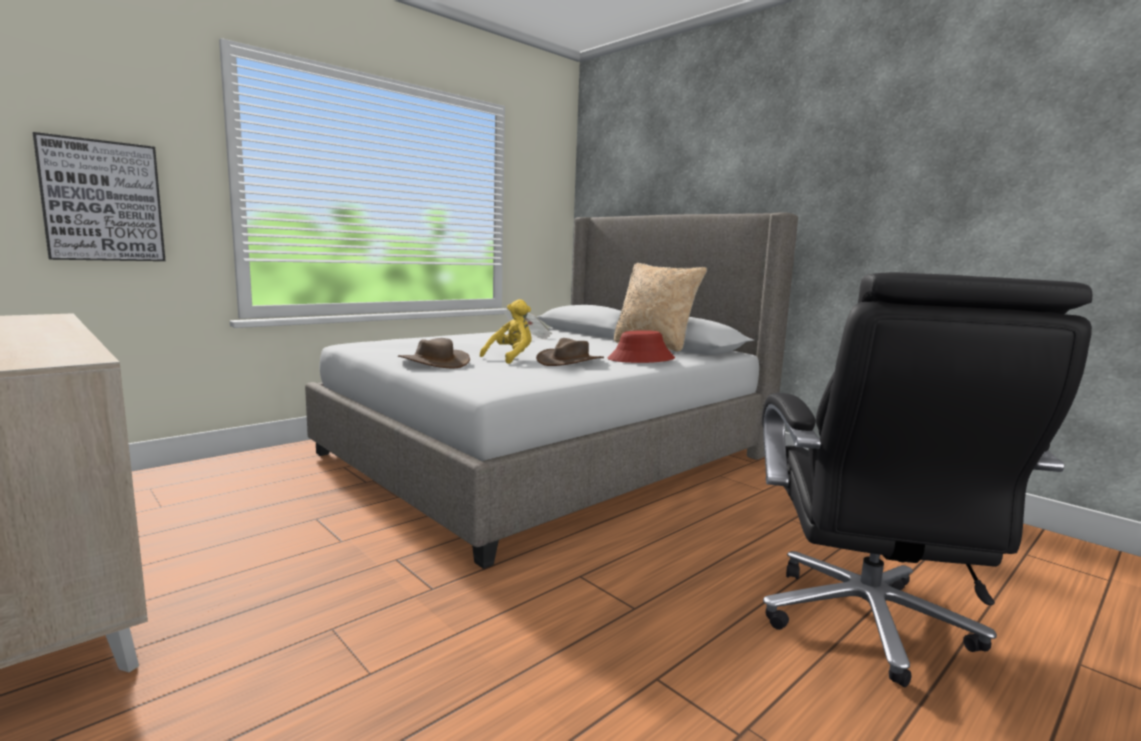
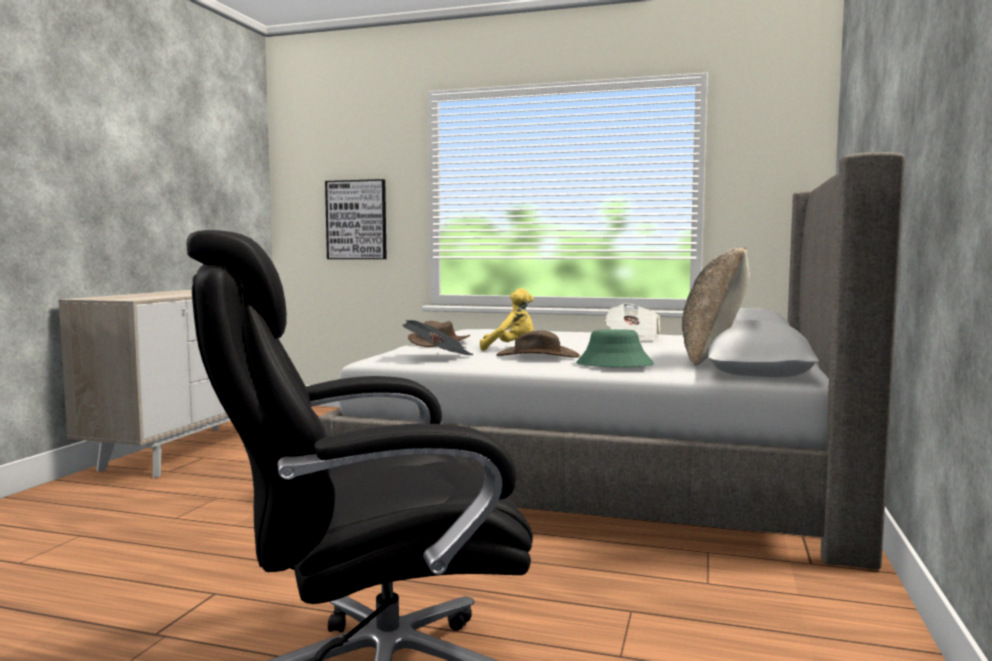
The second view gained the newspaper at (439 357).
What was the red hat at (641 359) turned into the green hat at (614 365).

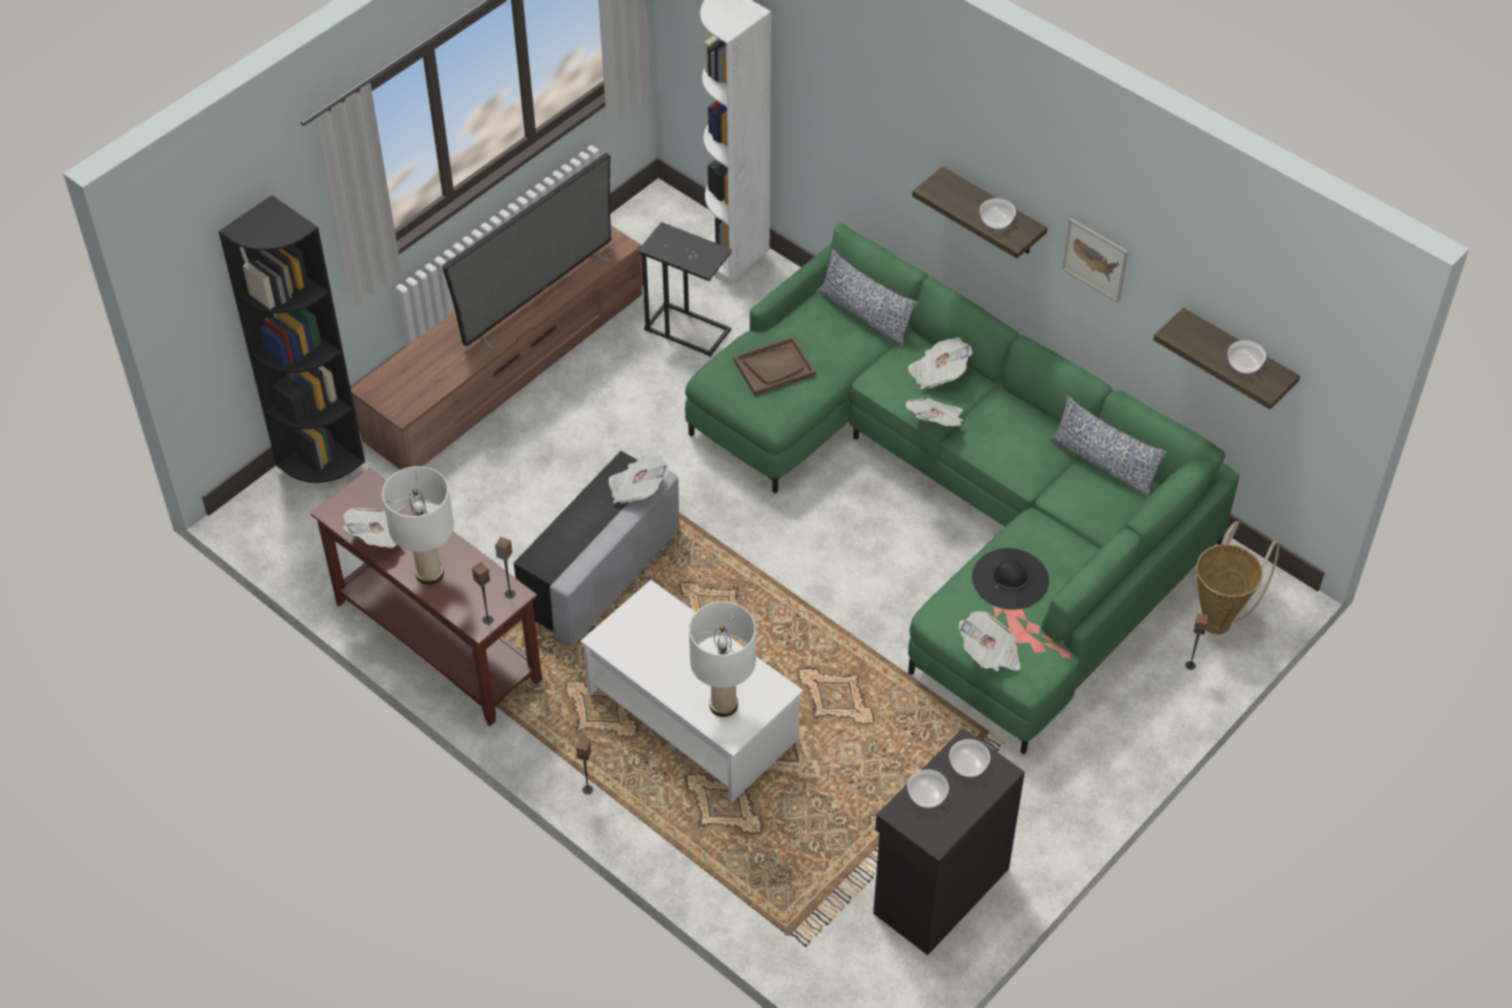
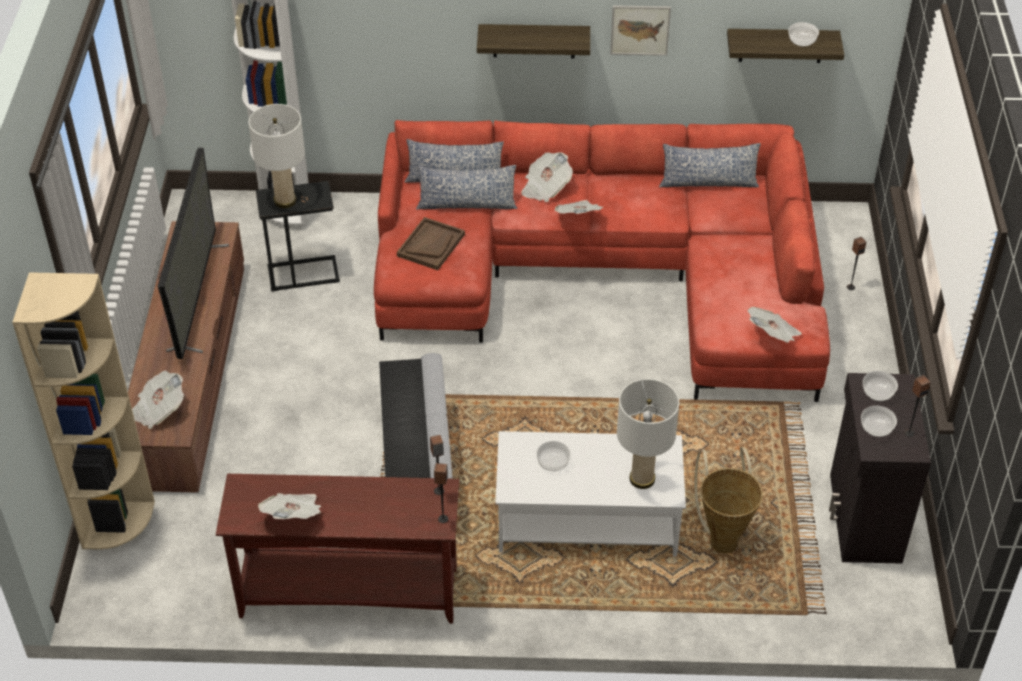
The second view lost the black hat at (1010 579).
The second view gained the pillow at (466 204).
The white table lamp ended up elsewhere, having gone from (429 573) to (285 201).
The speaker ended up elsewhere, having gone from (587 789) to (909 432).
The newspaper ended up elsewhere, having gone from (637 489) to (158 410).
The bowl ended up elsewhere, having gone from (996 221) to (553 462).
The basket ended up elsewhere, having gone from (1220 618) to (722 537).
What was the black bookcase at (322 467) turned into the beige bookcase at (118 528).
What was the green sofa at (962 499) turned into the red sofa at (607 273).

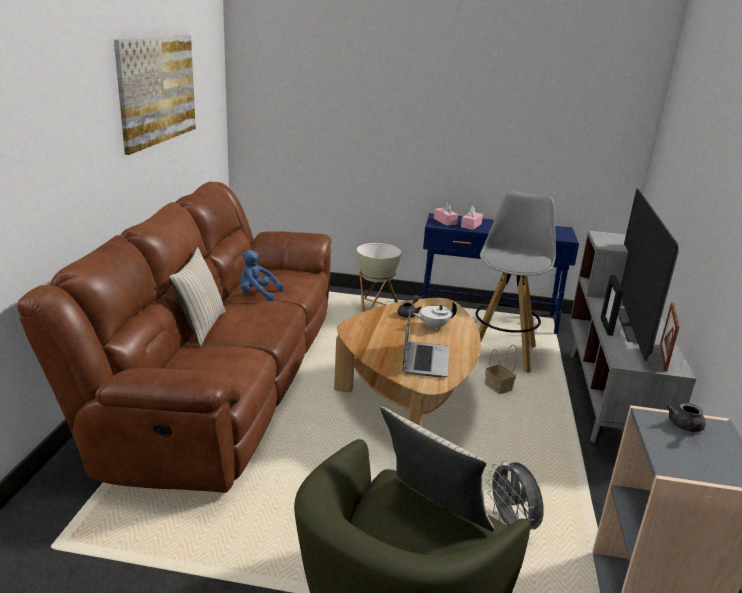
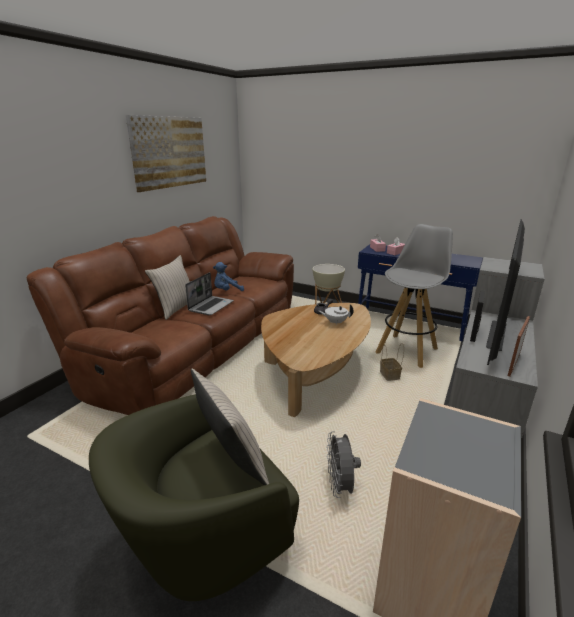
The second view lost the grey teapot at (686 427).
The laptop ended up elsewhere, having gone from (424 360) to (211 306).
The blue plush toy at (257 294) ended up facing another way, 60 degrees counterclockwise from before.

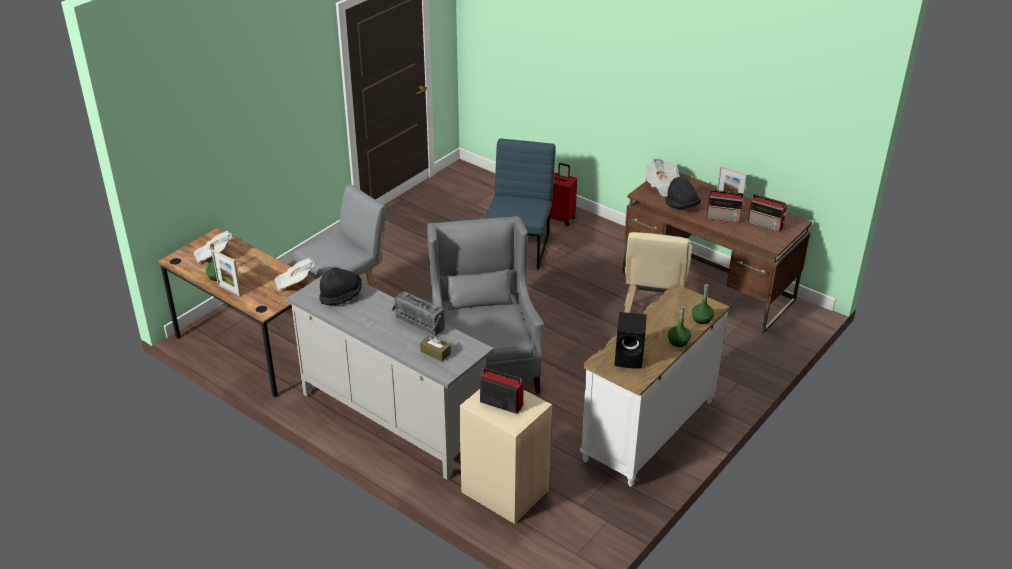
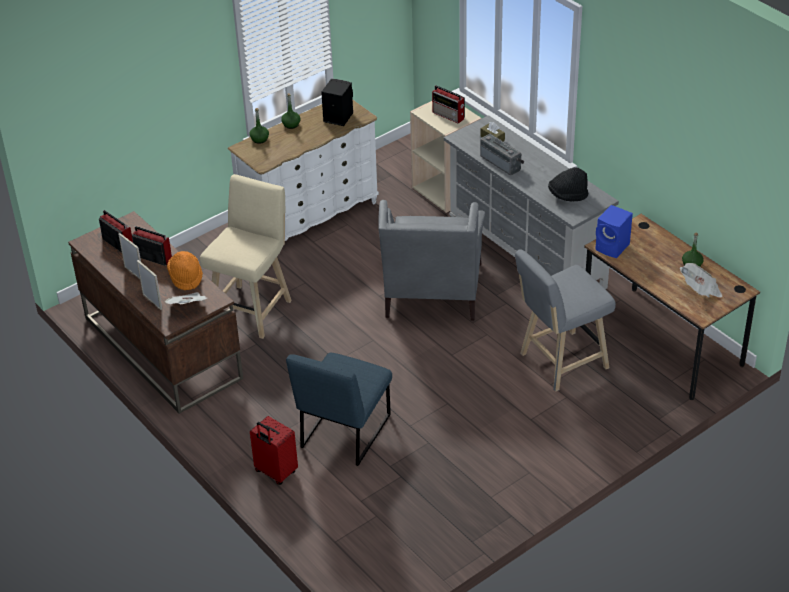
The picture frame ended up elsewhere, having gone from (229 290) to (152 301).
Where the newspaper stood at (294 283), the blue speaker came to stand at (613 247).
What was the black hat at (681 206) turned into the orange hat at (186 277).

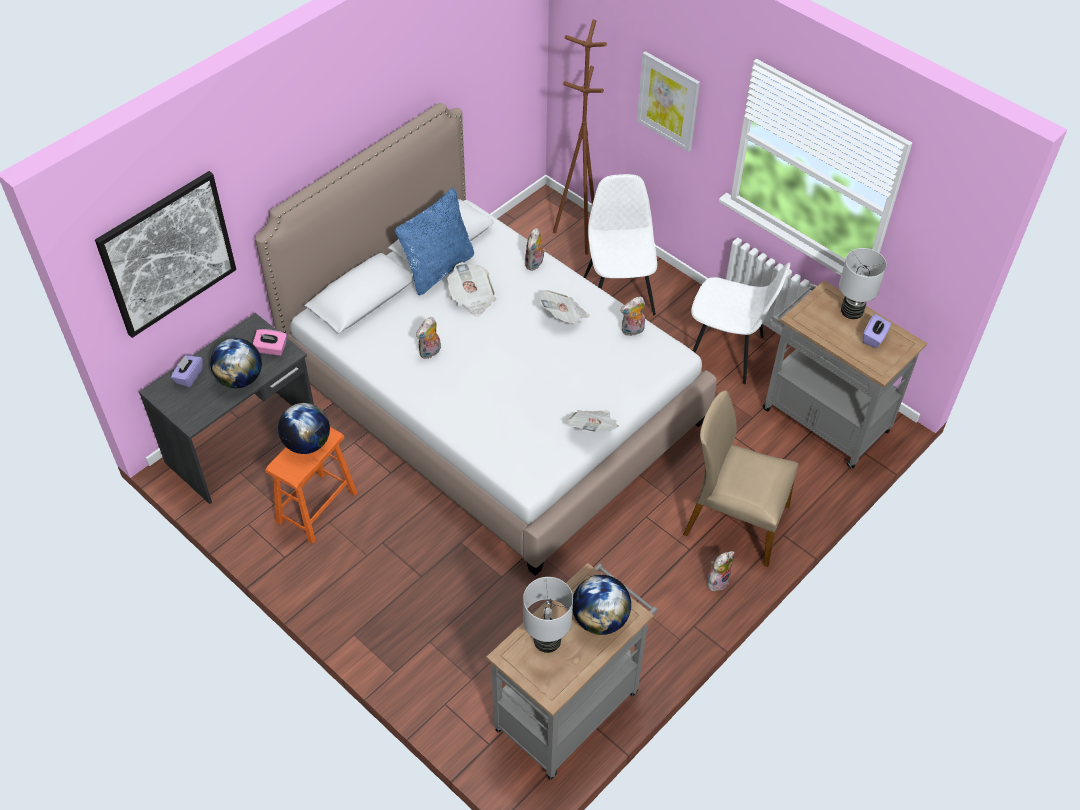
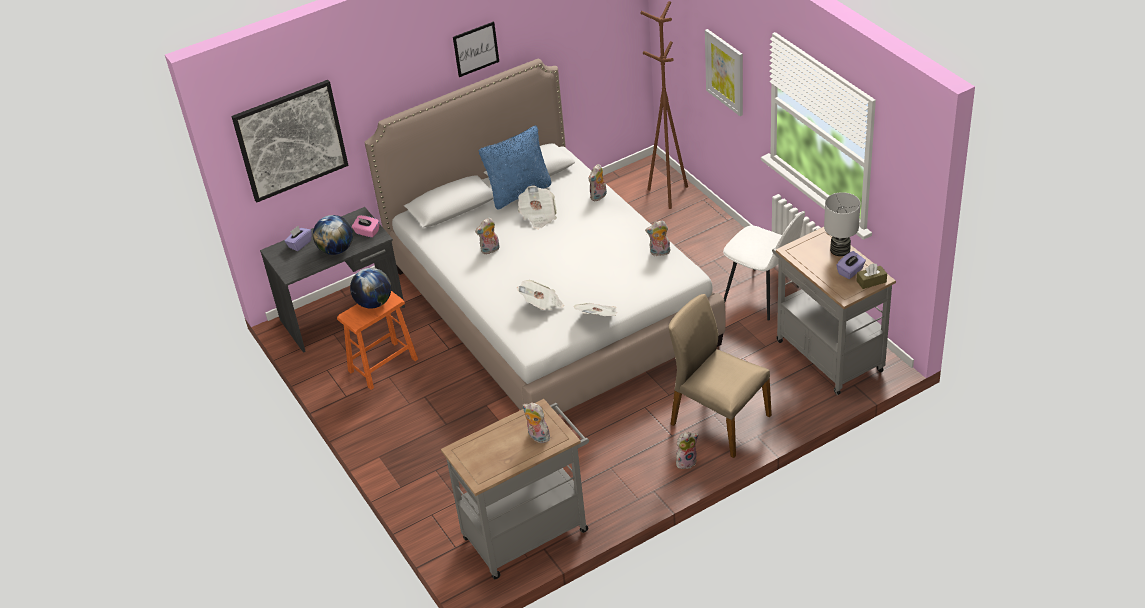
The second view lost the grey table lamp at (547 640).
The second view lost the white chair at (619 294).
The second view gained the picture at (476 49).
The second view gained the brown tissue box at (871 281).
The newspaper ended up elsewhere, having gone from (564 316) to (542 304).
Where the globe stood at (600 619), the plush toy came to stand at (537 437).

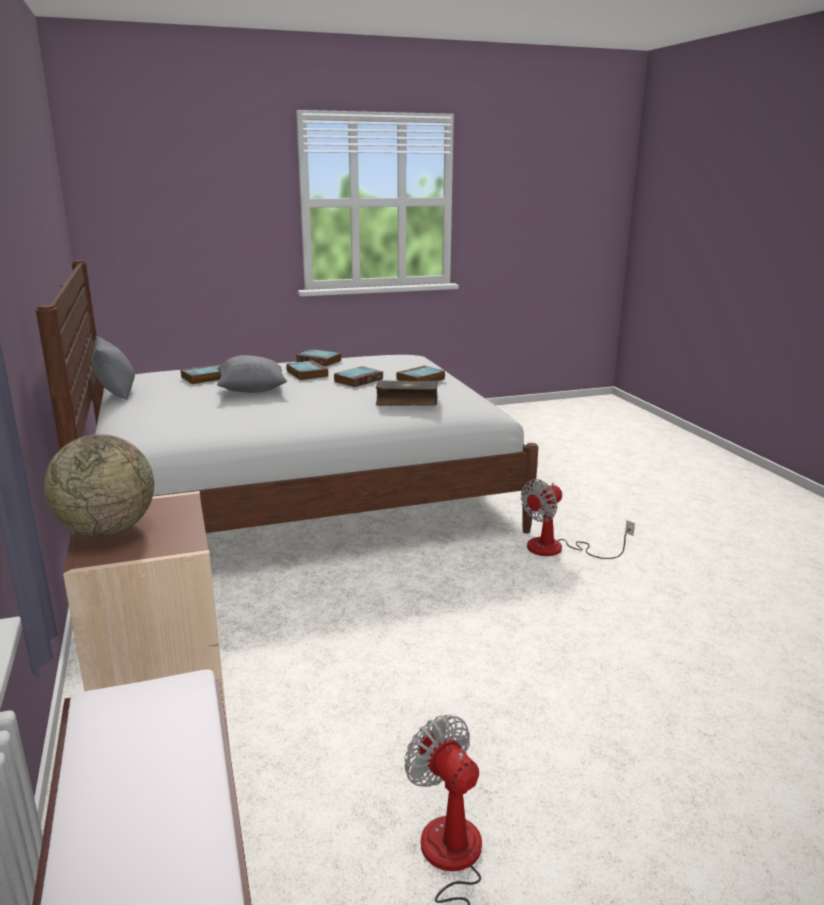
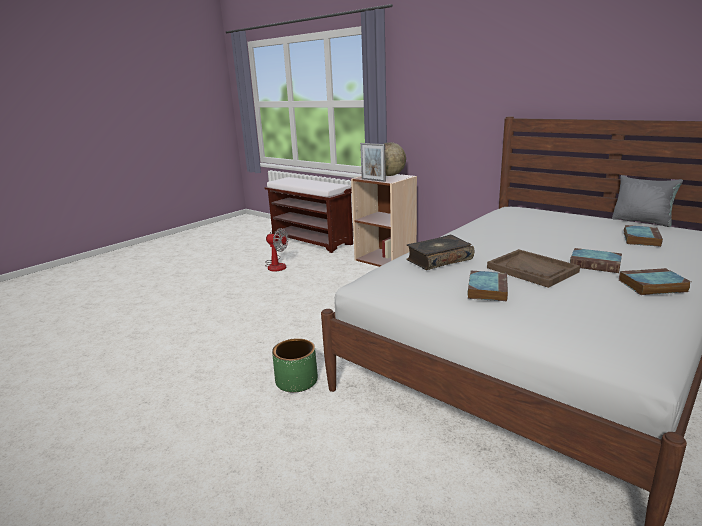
The second view lost the grey pillow at (251 391).
The second view gained the picture frame at (373 180).
Where the book stood at (358 380), the brown tray came to stand at (532 270).
Where the fan stood at (558 549), the green planter came to stand at (296 381).

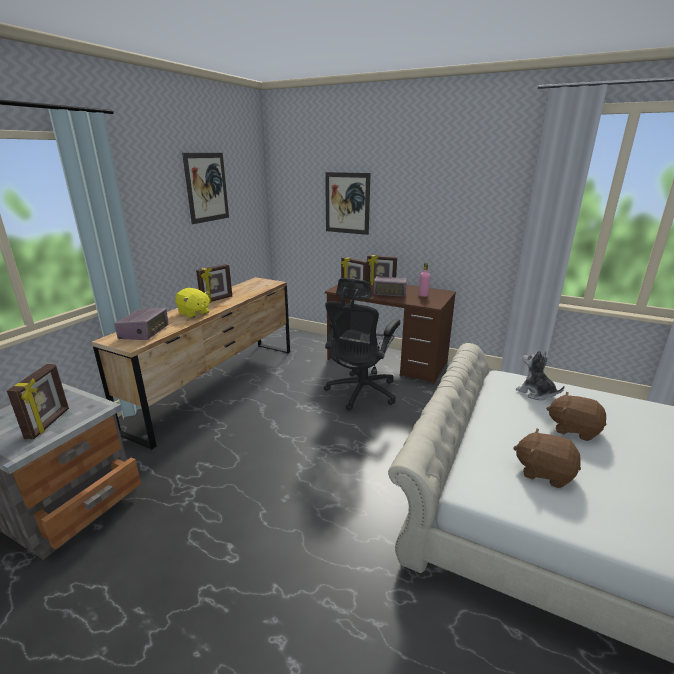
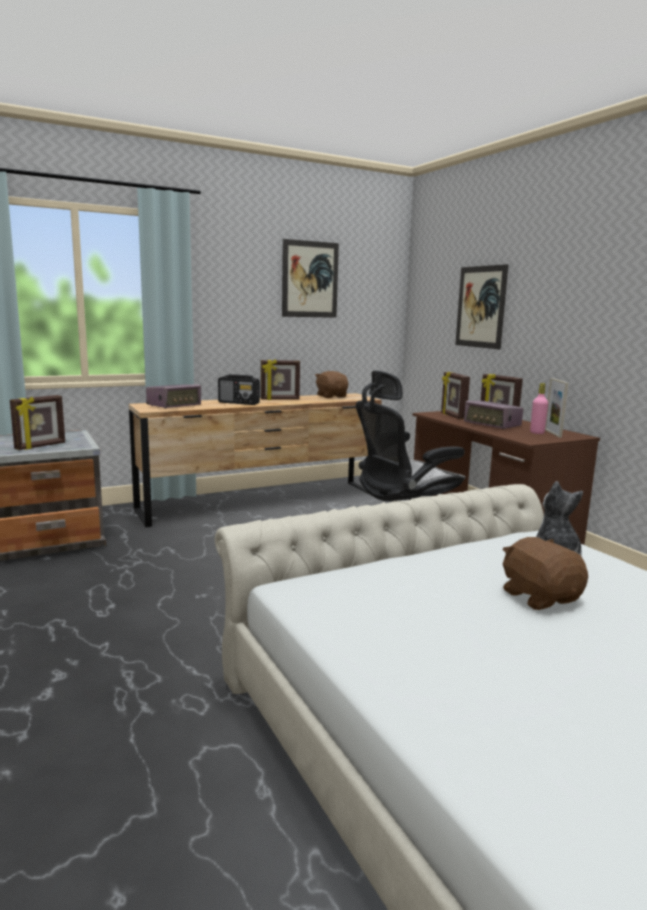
The second view gained the picture frame at (552 433).
The brown plush toy ended up elsewhere, having gone from (544 472) to (331 396).
Where the yellow plush toy stood at (194 313), the radio came to stand at (239 403).

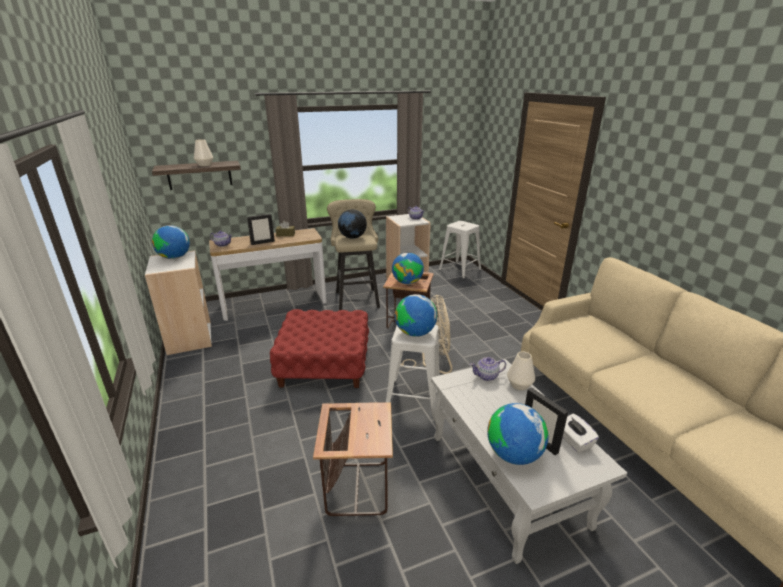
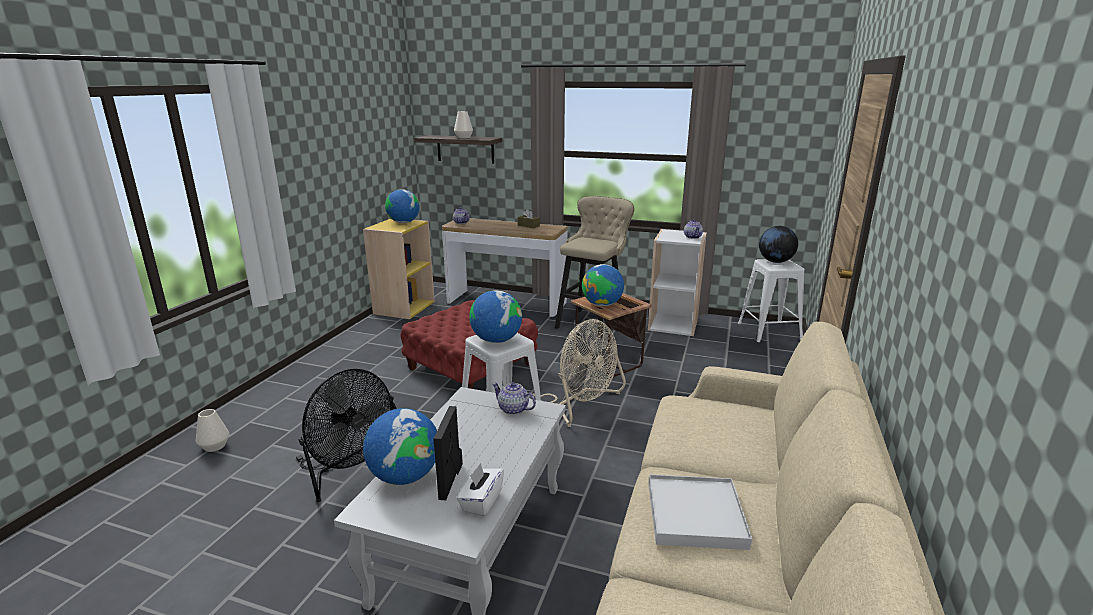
The second view lost the picture frame at (262 242).
The second view gained the white tray at (695 514).
The globe ended up elsewhere, having gone from (352 237) to (775 261).
The white vase ended up elsewhere, having gone from (519 384) to (215 446).
Where the side table stood at (358 487), the black fan came to stand at (348 469).
What was the white bookcase at (189 338) turned into the yellow bookcase at (404 307).

